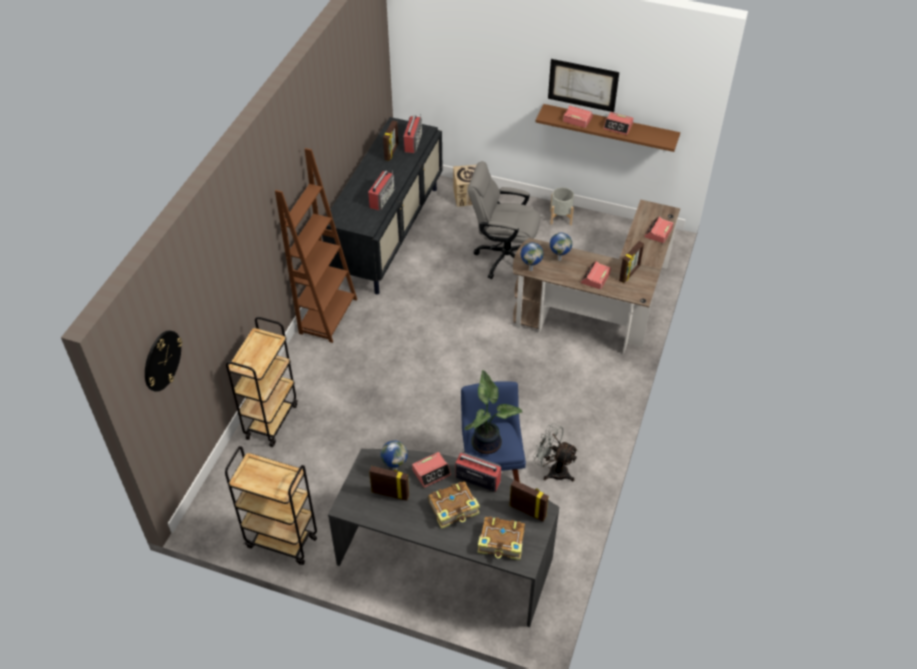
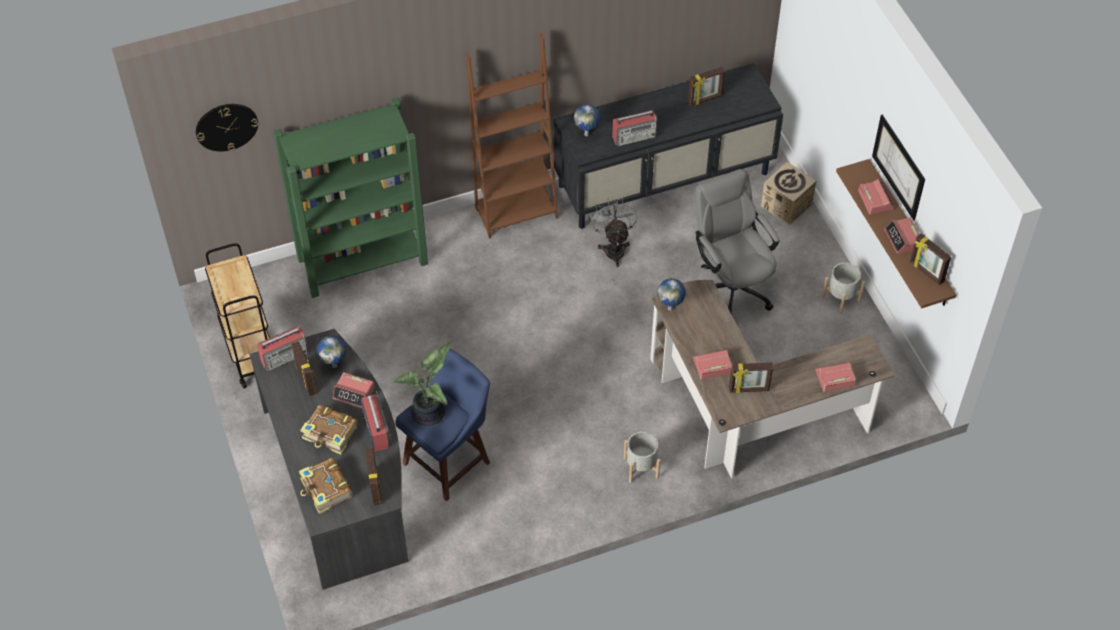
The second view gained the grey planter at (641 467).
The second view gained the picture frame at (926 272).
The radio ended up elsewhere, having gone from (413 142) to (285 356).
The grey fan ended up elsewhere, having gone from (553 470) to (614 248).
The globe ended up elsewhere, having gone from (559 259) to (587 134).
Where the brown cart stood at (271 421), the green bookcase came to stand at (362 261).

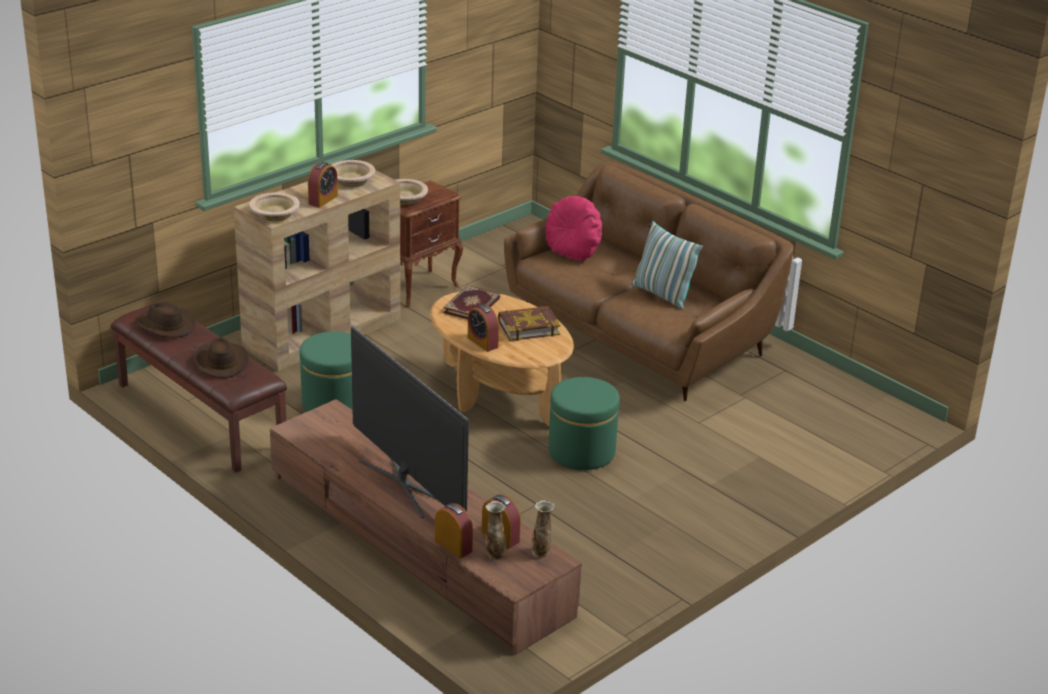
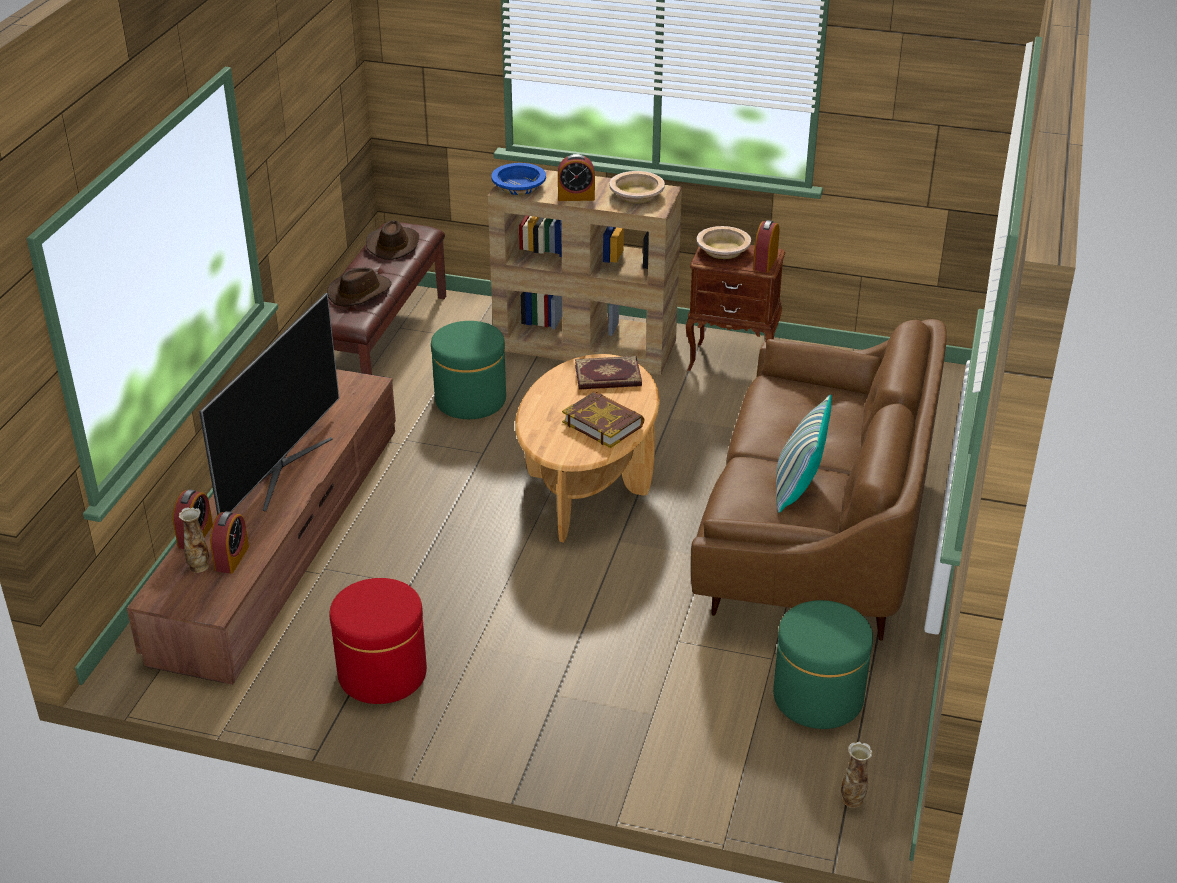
The second view lost the pink pillow at (572 254).
The second view gained the red ottoman at (382 674).
The alarm clock ended up elsewhere, having gone from (482 342) to (765 262).
The vase ended up elsewhere, having gone from (541 553) to (852 800).
The green ottoman ended up elsewhere, having gone from (581 451) to (818 697).
What was the beige bowl at (275 213) turned into the blue bowl at (518 186).

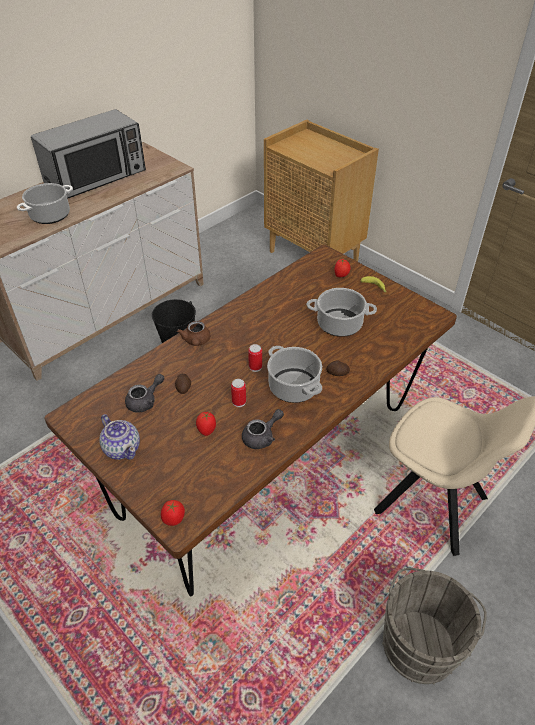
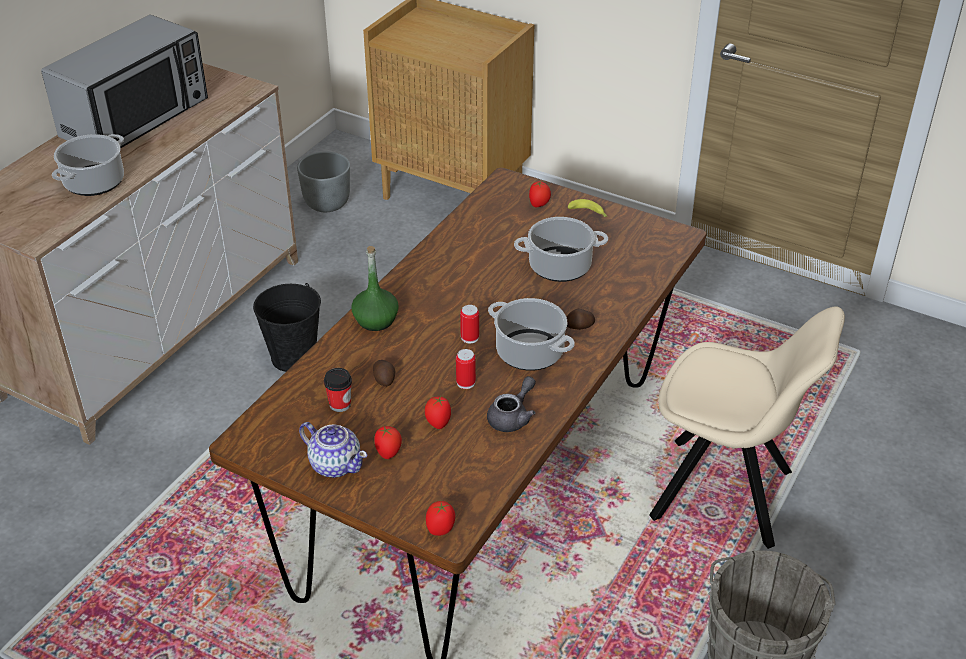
The second view gained the grey planter at (326 204).
The second view gained the tomato at (388 453).
Where the grey teapot stood at (145 401), the cup came to stand at (340 404).
Where the brown teapot stood at (196 341), the green bottle came to stand at (376 320).

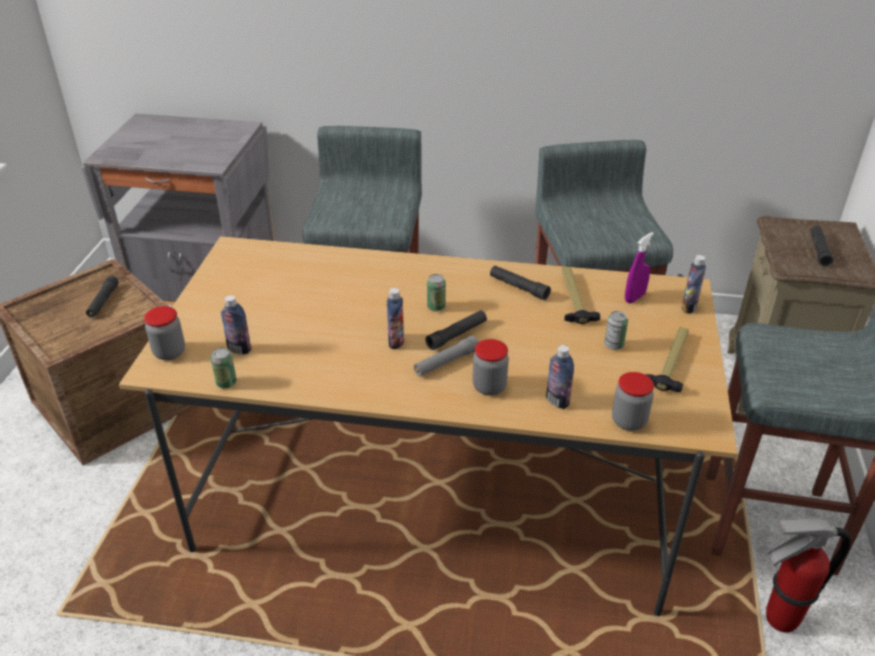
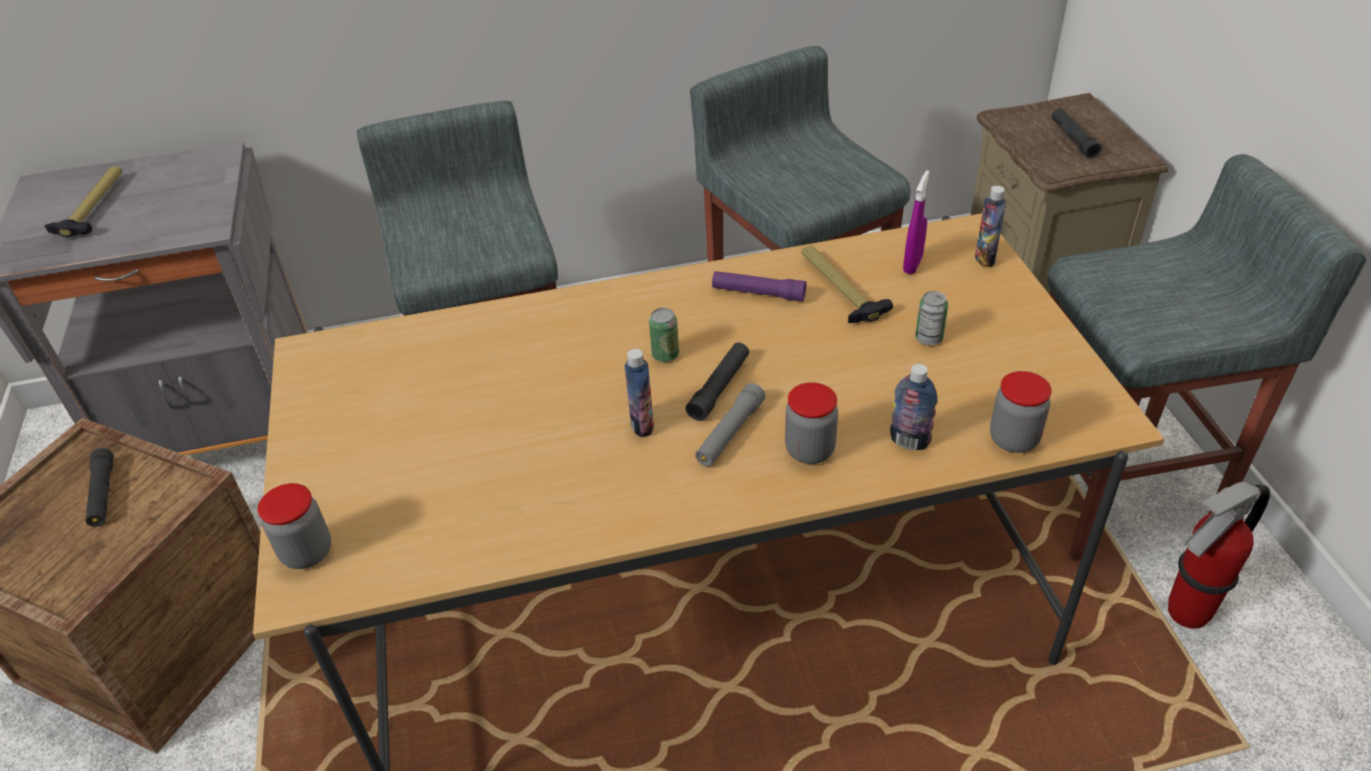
The second view lost the can at (226 383).
The second view lost the bottle at (239 349).
The hammer ended up elsewhere, having gone from (671 362) to (94 207).
What was the black flashlight at (518 287) turned into the purple flashlight at (758 293).

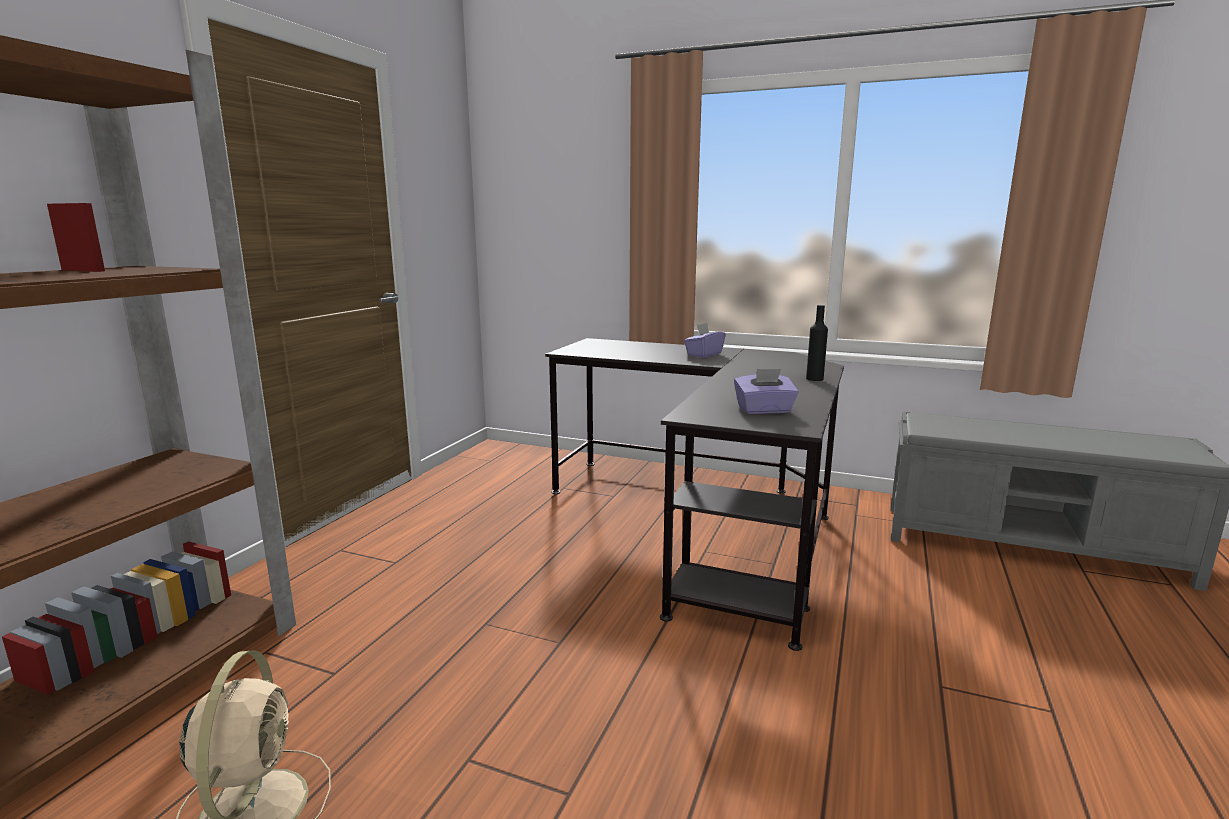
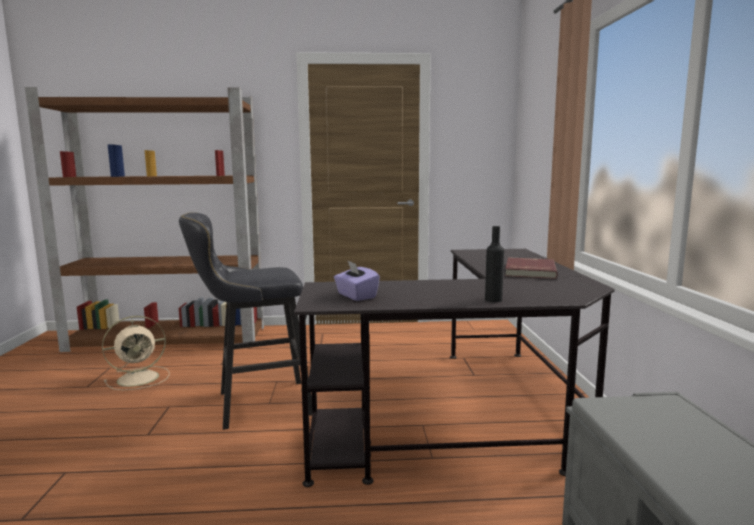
The second view gained the black stool at (251 405).
Where the purple tissue box stood at (704 354), the red book came to stand at (529 271).

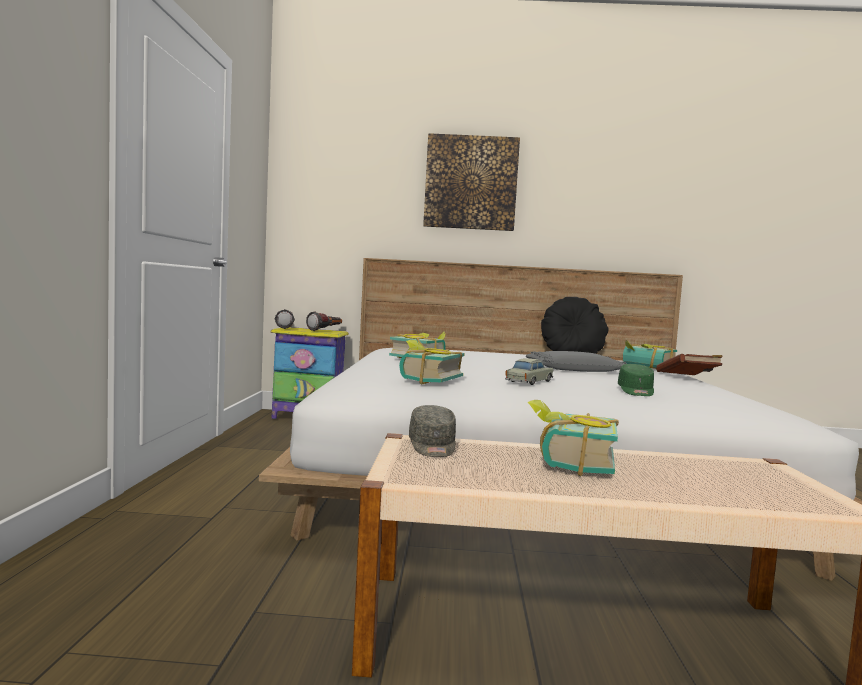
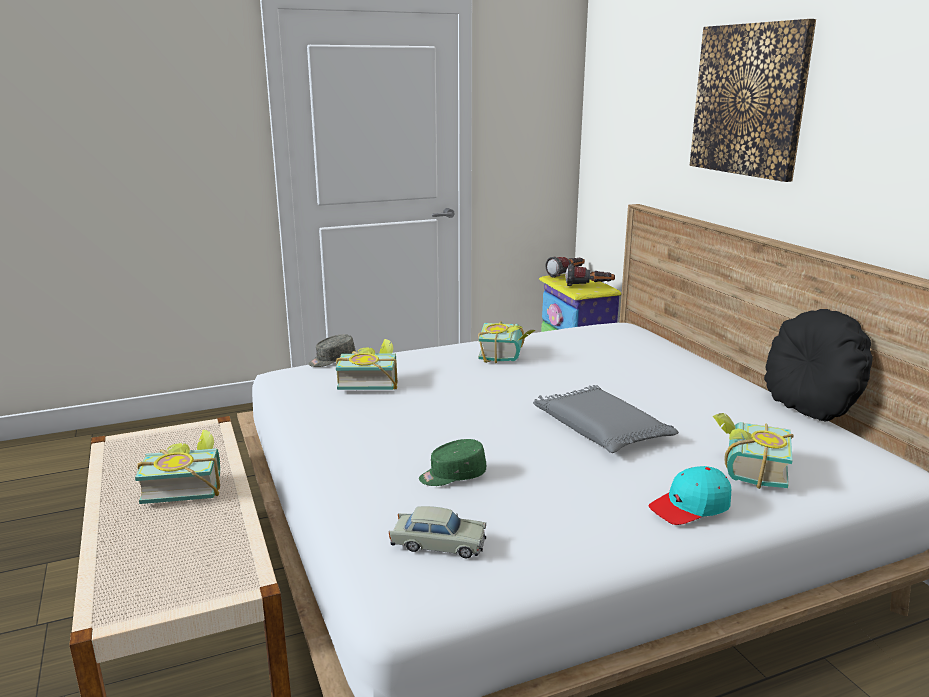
The grey cap ended up elsewhere, having gone from (432 446) to (332 360).
The beige toy car ended up elsewhere, having gone from (529 381) to (438 544).
Where the brown book stood at (688 378), the turquoise cap came to stand at (690 506).

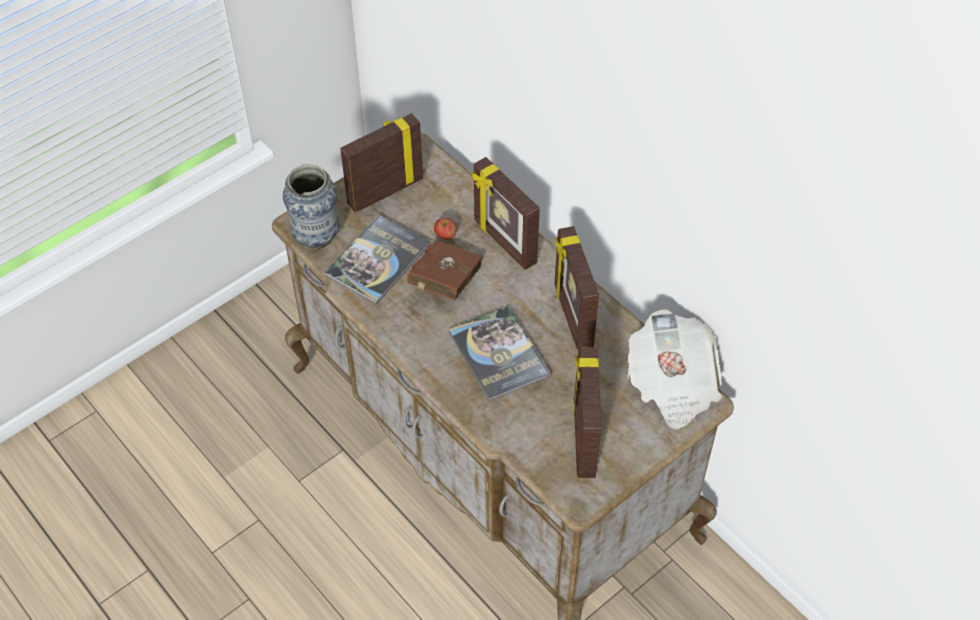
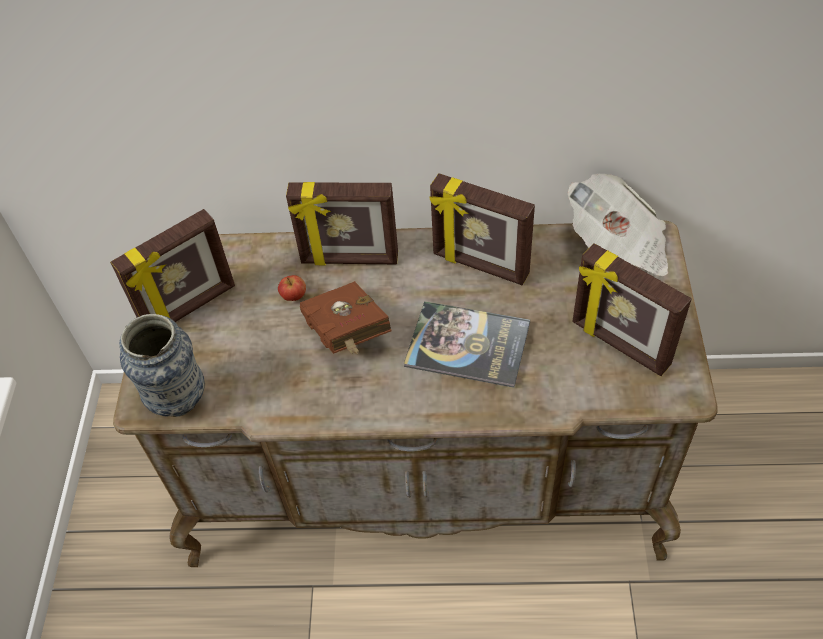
The second view lost the book at (378 260).
The picture frame at (384 191) ended up facing another way, 135 degrees counterclockwise from before.

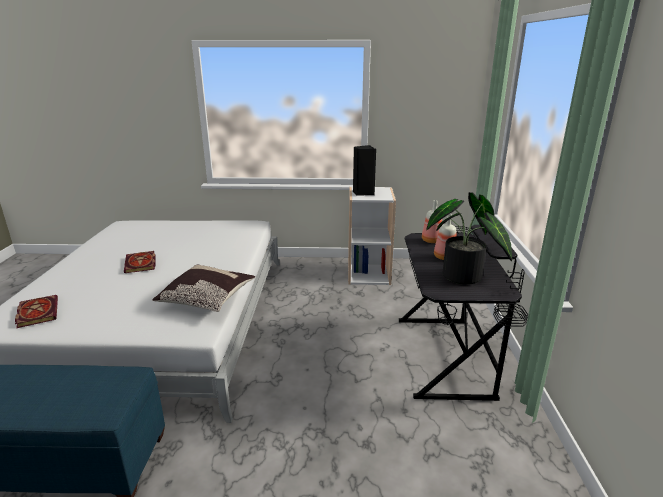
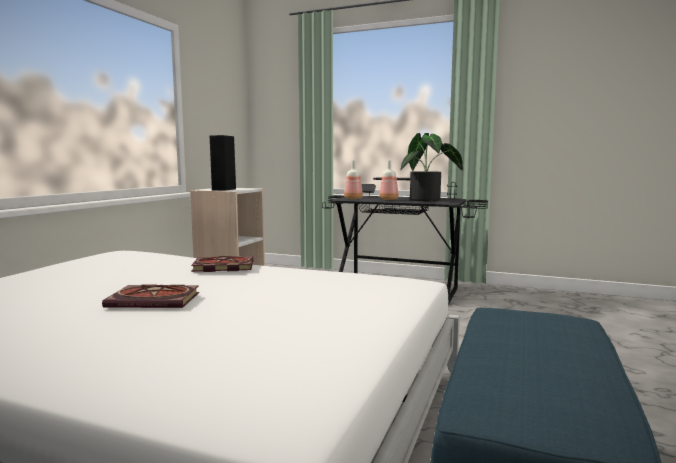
The second view lost the pillow at (207 299).
The book ended up elsewhere, having gone from (37 312) to (222 267).

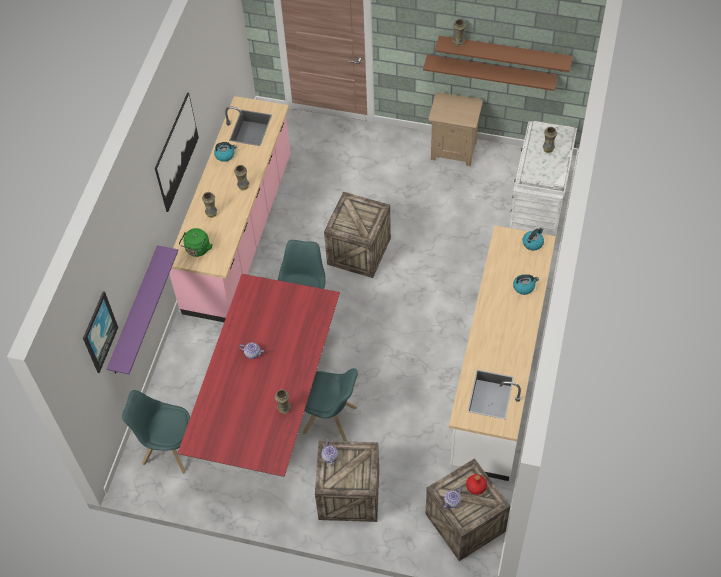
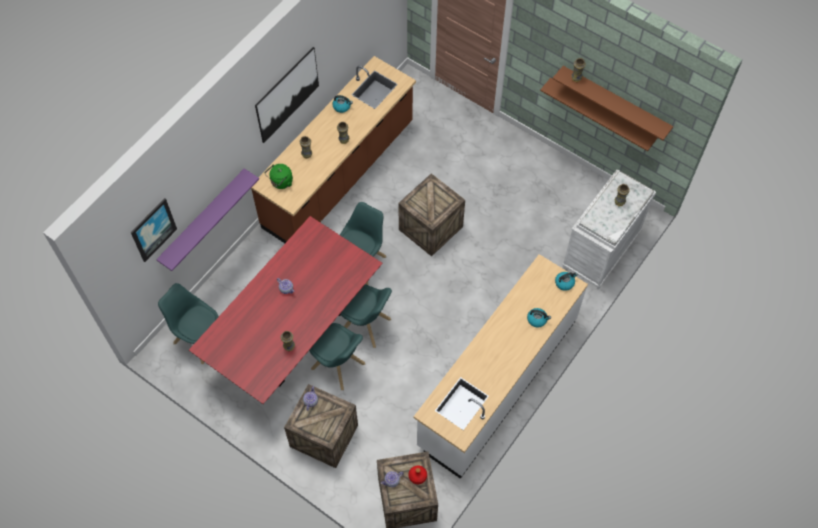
The second view lost the beige nightstand at (454 151).
The second view gained the turquoise chair at (366 325).
What was the pink counter at (240 233) turned into the brown counter at (339 175).

